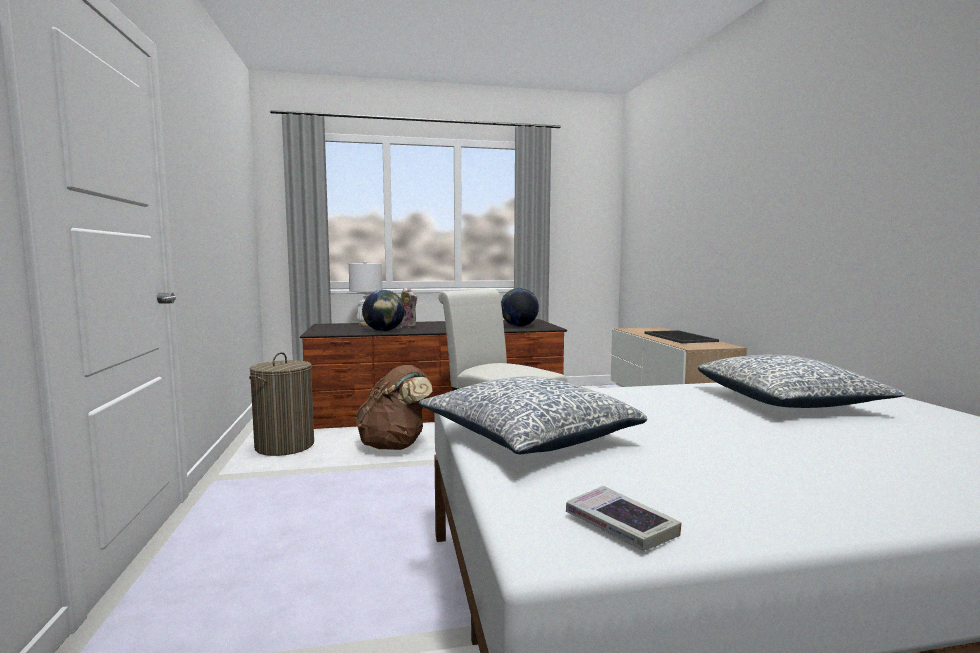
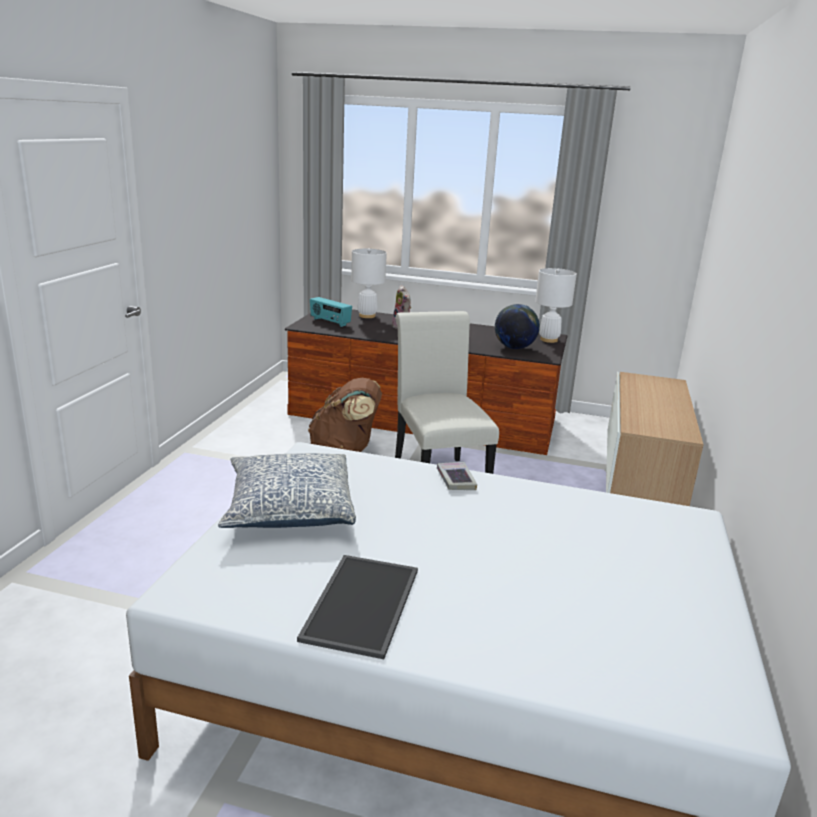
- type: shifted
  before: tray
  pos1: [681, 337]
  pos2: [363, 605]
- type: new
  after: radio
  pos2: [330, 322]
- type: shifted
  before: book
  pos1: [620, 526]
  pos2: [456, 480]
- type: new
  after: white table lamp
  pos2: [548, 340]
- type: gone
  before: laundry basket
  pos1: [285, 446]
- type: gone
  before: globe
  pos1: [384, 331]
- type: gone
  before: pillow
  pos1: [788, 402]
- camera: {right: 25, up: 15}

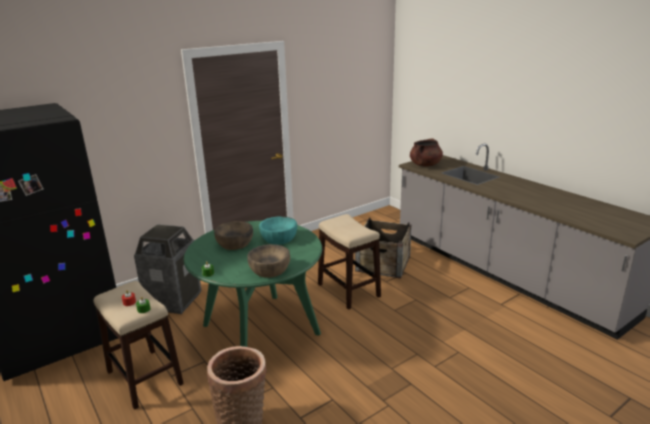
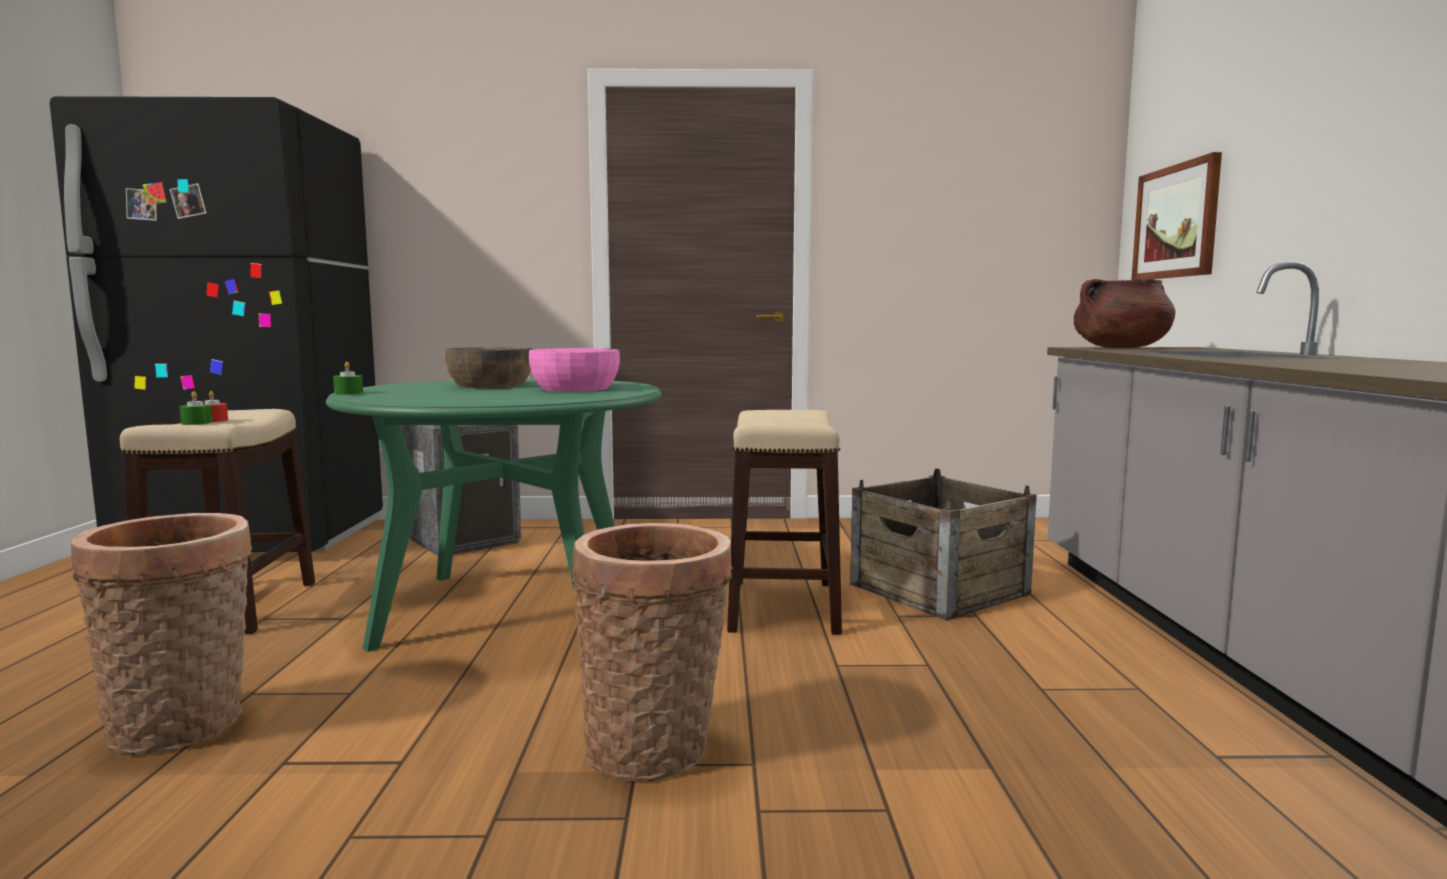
- type: repainted
  before: turquoise bowl
  after: pink bowl
  pos1: [279, 238]
  pos2: [575, 388]
- type: new
  after: basket
  pos2: [655, 748]
- type: new
  after: picture
  pos2: [1176, 222]
- type: gone
  before: brown bowl
  pos1: [269, 269]
- camera: {right: 35, up: -15}

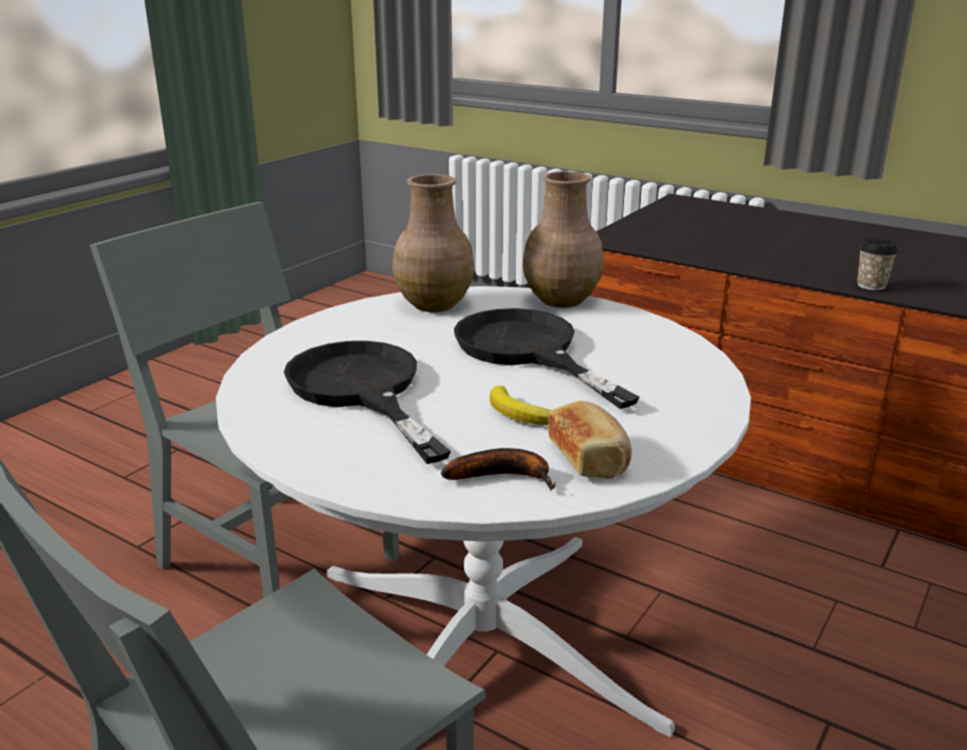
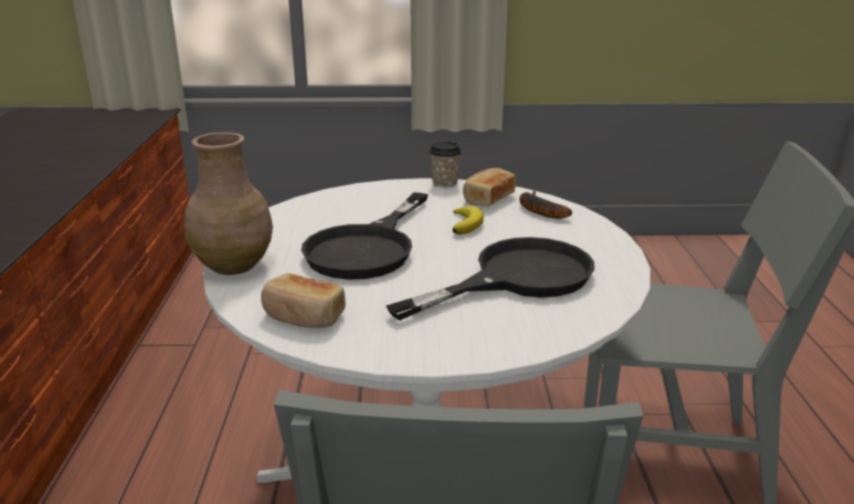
- type: swapped
  before: brown vase
  after: bread
  pos1: [434, 304]
  pos2: [303, 317]
- type: rotated
  before: black frying pan
  pos1: [362, 390]
  pos2: [516, 278]
  turn: -150
- type: shifted
  before: cup
  pos1: [871, 285]
  pos2: [444, 184]
- camera: {right: -125, up: 0}

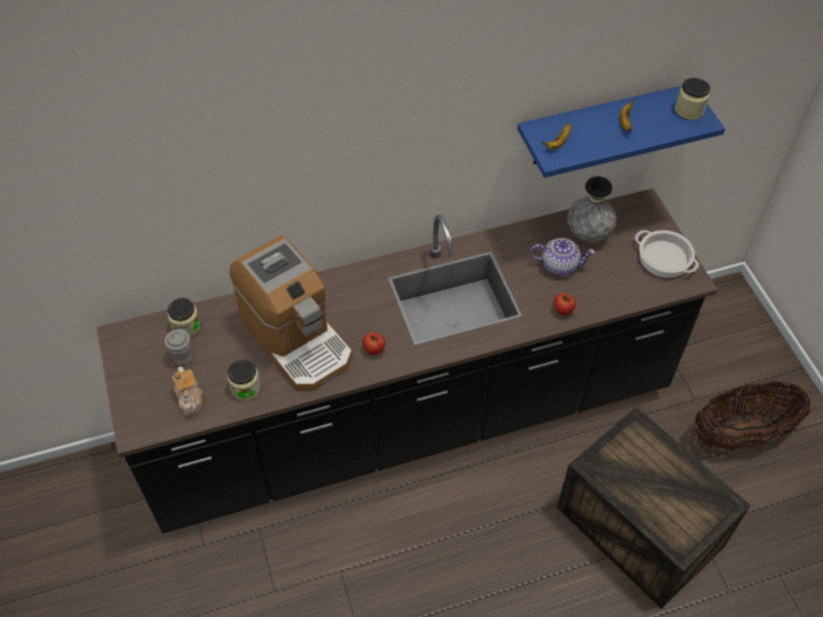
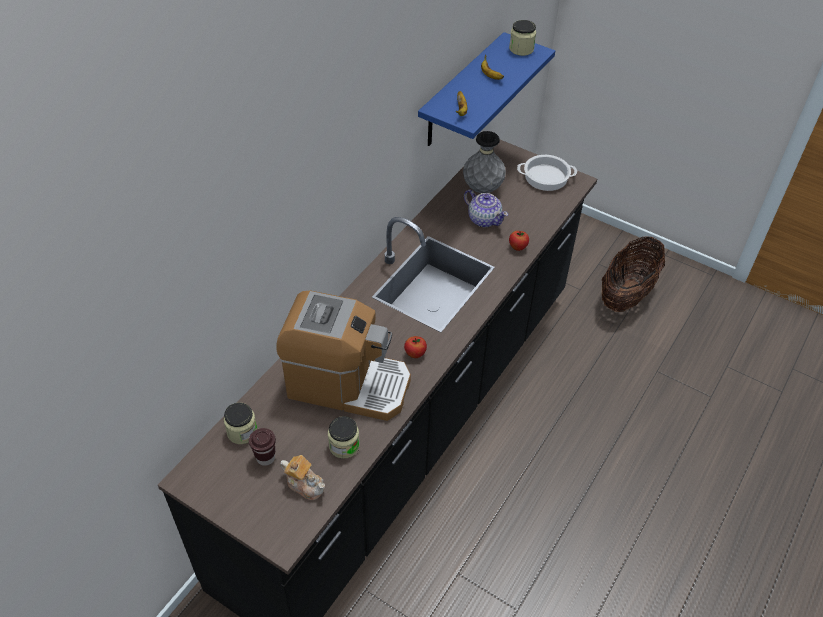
- type: repainted
  before: grey cup
  after: brown cup
  pos1: [183, 358]
  pos2: [265, 458]
- type: rotated
  before: teapot
  pos1: [559, 265]
  pos2: [484, 219]
  turn: 75
- type: gone
  before: crate
  pos1: [641, 528]
- camera: {right: -40, up: -5}

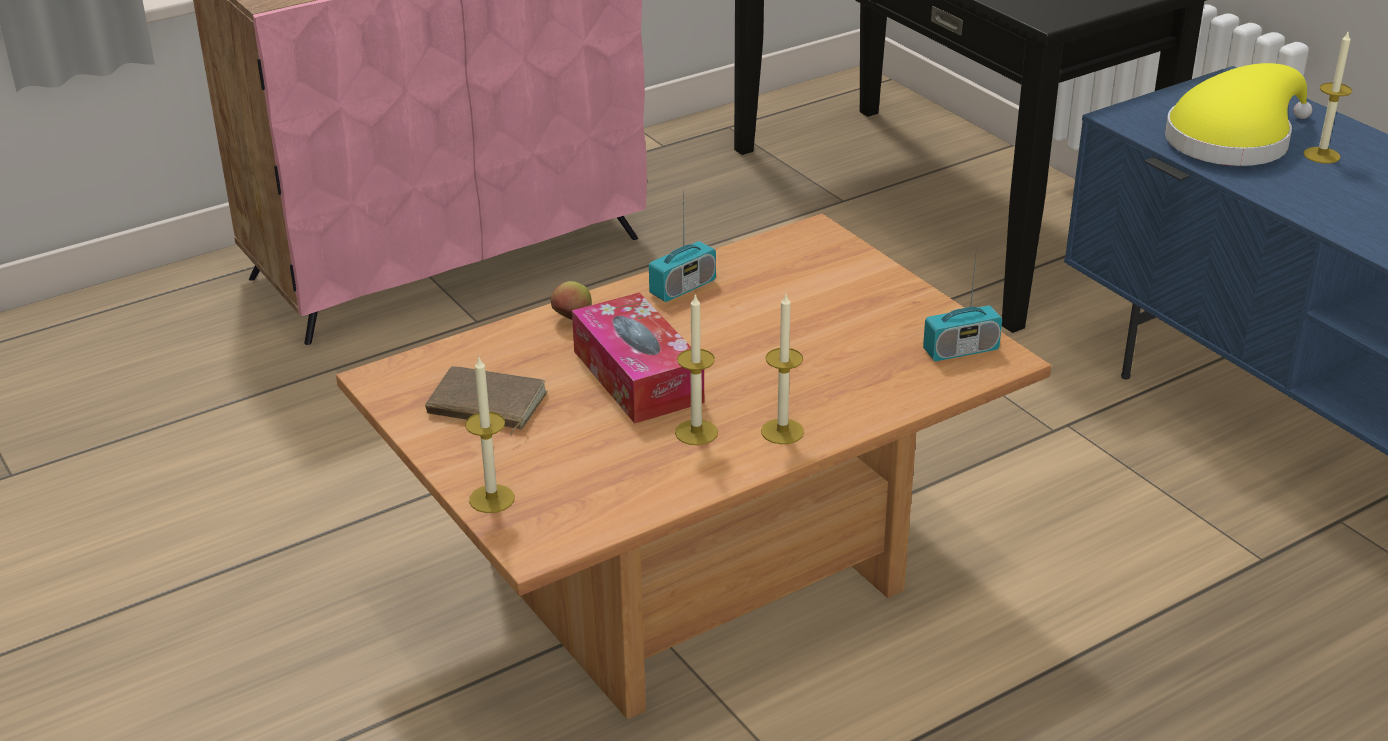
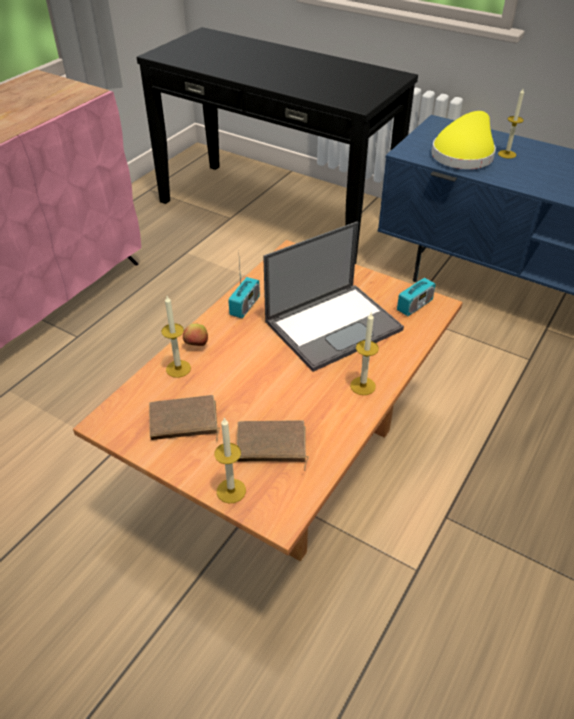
- type: shifted
  before: candle
  pos1: [696, 432]
  pos2: [178, 368]
- type: new
  after: brown book
  pos2: [271, 446]
- type: new
  after: laptop
  pos2: [334, 325]
- type: gone
  before: tissue box
  pos1: [637, 376]
- camera: {right: -25, up: 10}

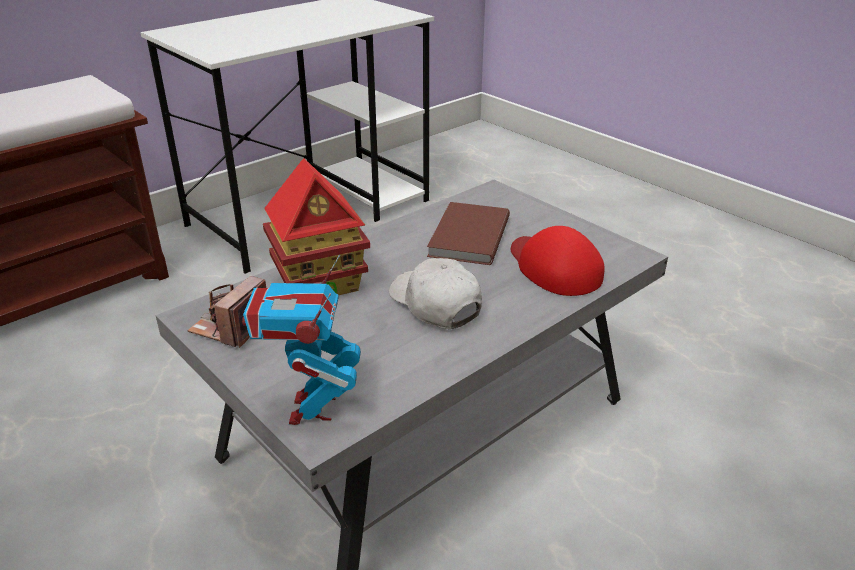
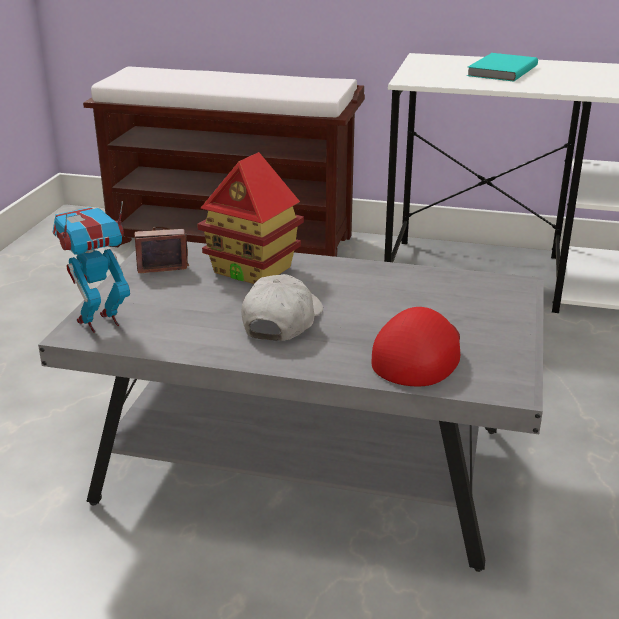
- type: new
  after: turquoise book
  pos2: [500, 71]
- type: gone
  before: brown book
  pos1: [466, 237]
- camera: {right: 55, up: -5}

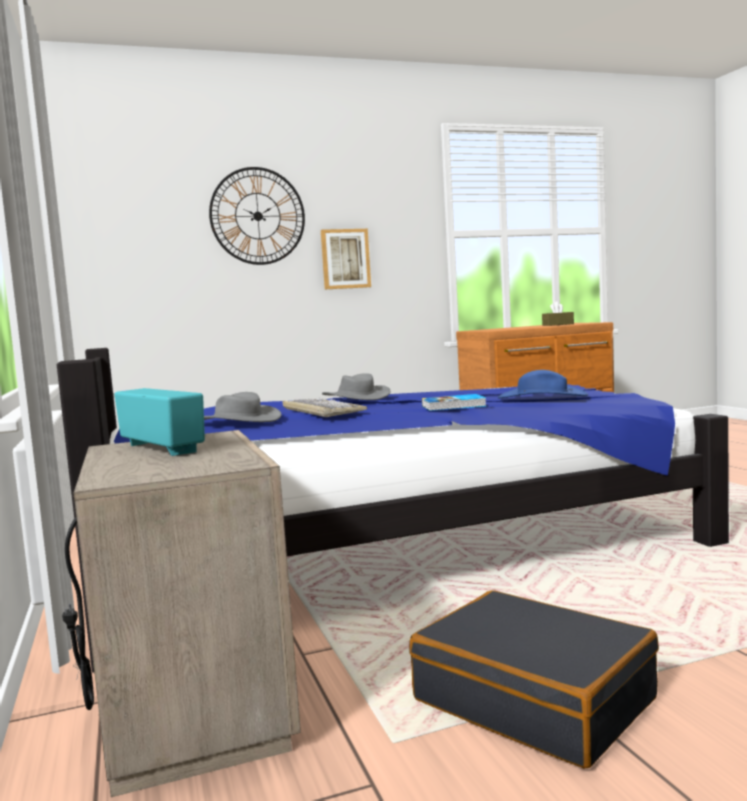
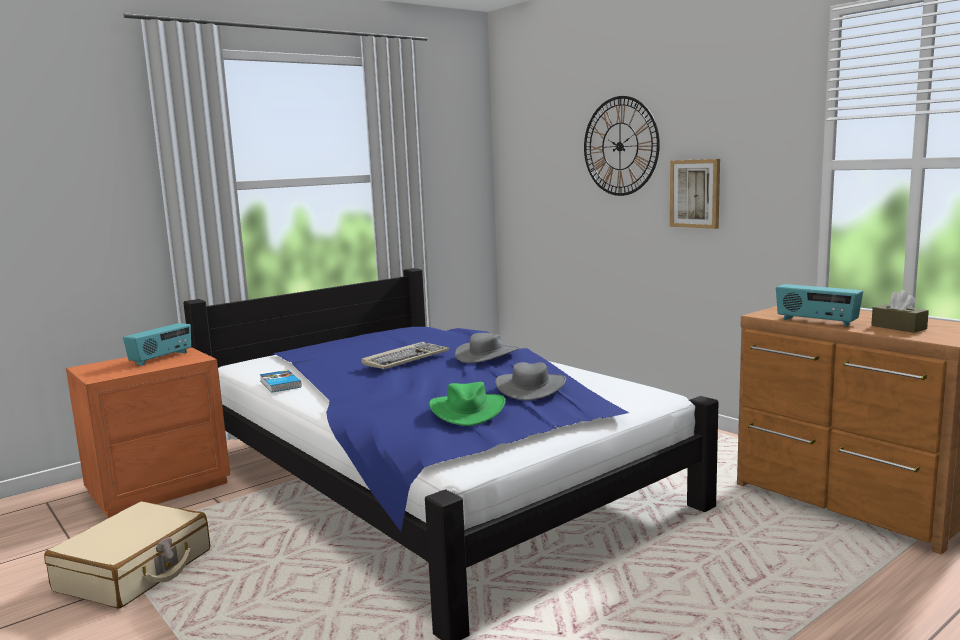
- type: repainted
  before: black suitcase
  after: beige suitcase
  pos1: [534, 699]
  pos2: [135, 571]
- type: repainted
  before: beige nightstand
  after: orange nightstand
  pos1: [192, 708]
  pos2: [158, 487]
- type: shifted
  before: book
  pos1: [454, 406]
  pos2: [279, 384]
- type: repainted
  before: blue hat
  after: green hat
  pos1: [542, 397]
  pos2: [467, 410]
- type: shifted
  before: grey hat
  pos1: [238, 420]
  pos2: [531, 388]
- type: new
  after: radio
  pos2: [816, 322]
- camera: {right: 70, up: 5}

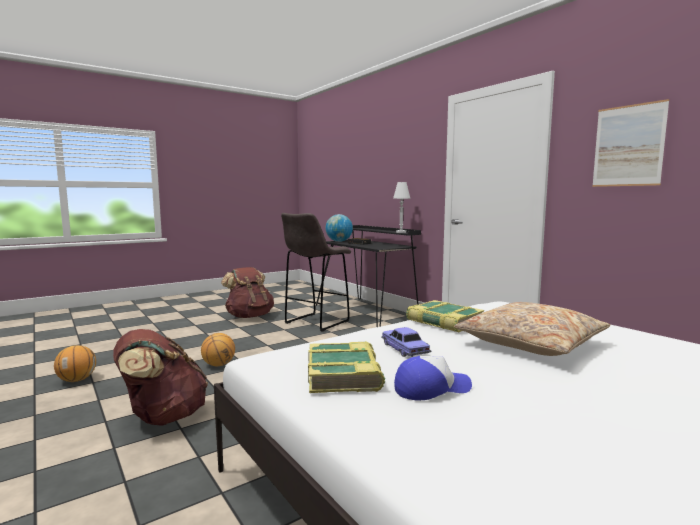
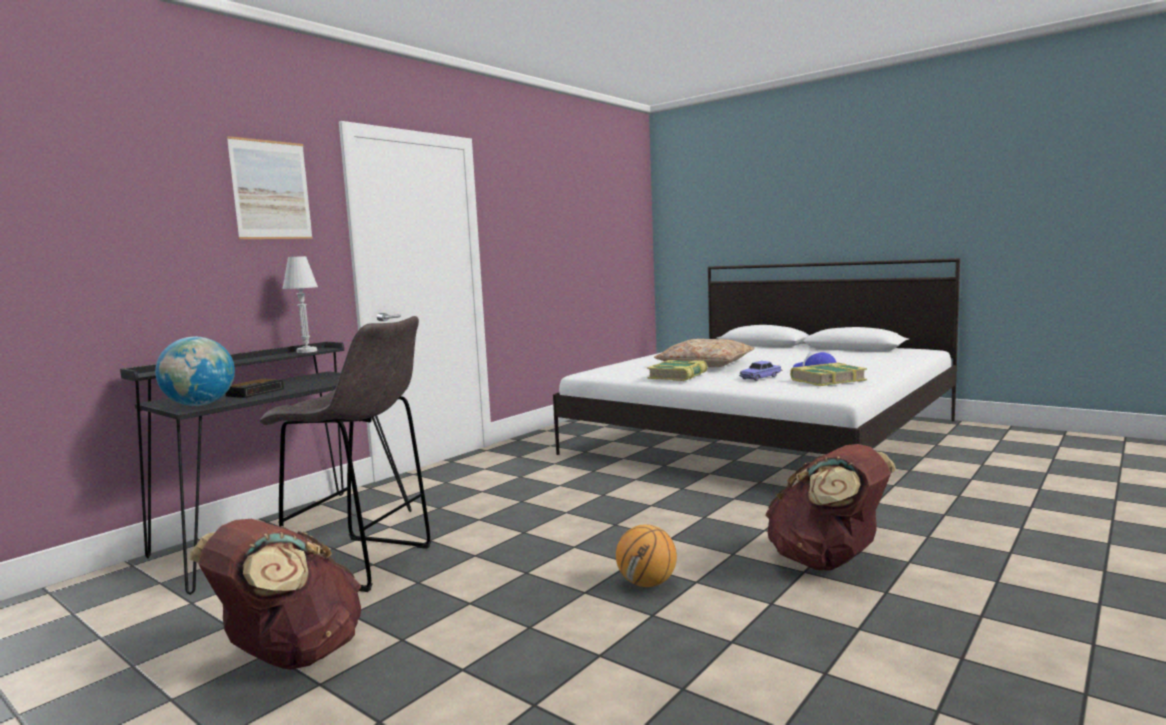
- type: shifted
  before: picture
  pos1: [628, 146]
  pos2: [271, 190]
- type: gone
  before: basketball
  pos1: [77, 380]
- camera: {right: -105, up: 0}

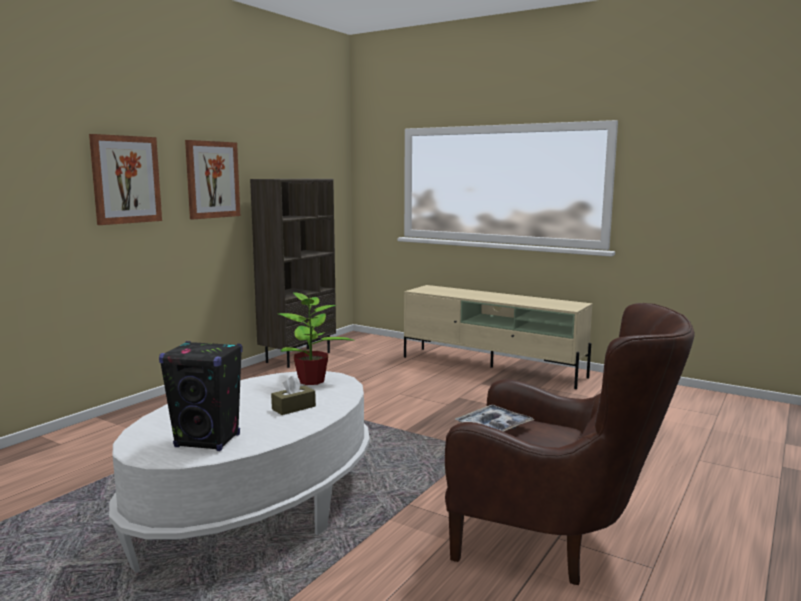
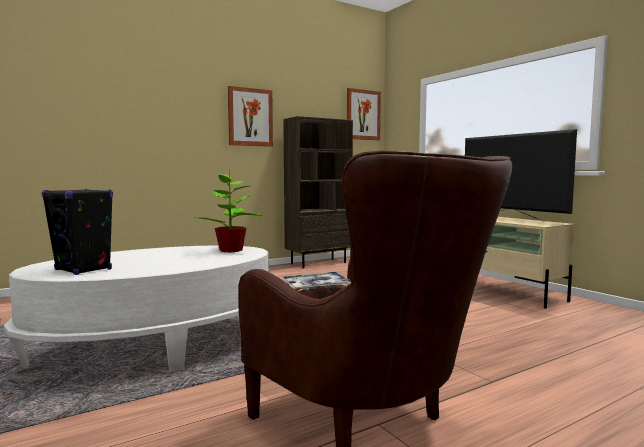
- type: shifted
  before: picture
  pos1: [126, 179]
  pos2: [363, 115]
- type: new
  after: television
  pos2: [511, 218]
- type: gone
  before: brown tissue box
  pos1: [293, 408]
- camera: {right: 25, up: -5}

